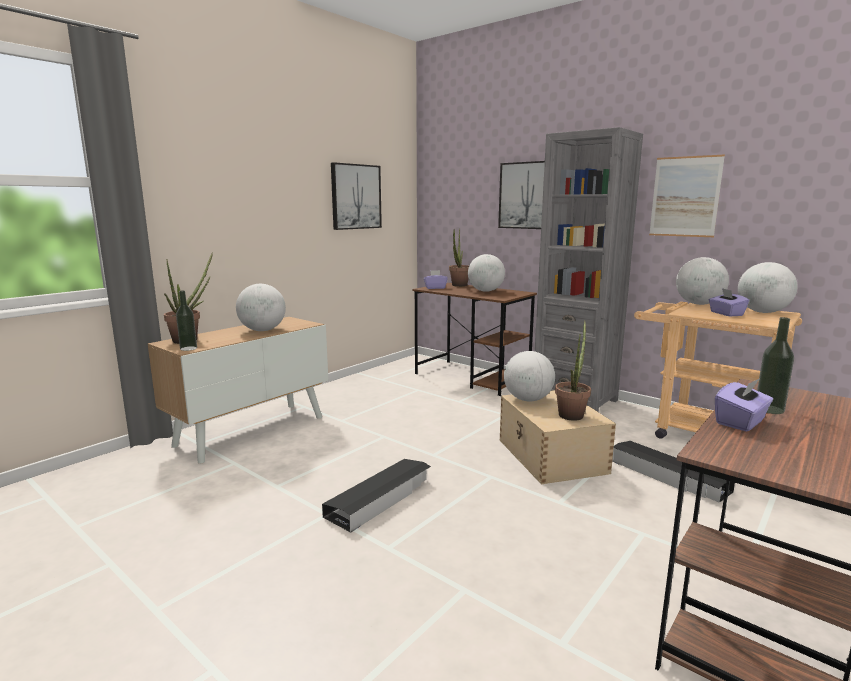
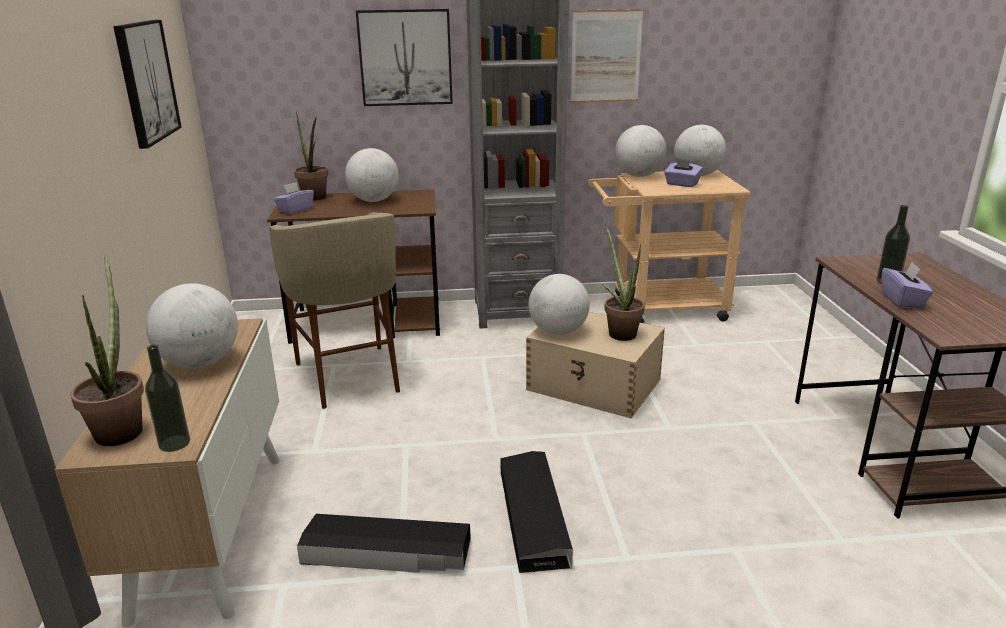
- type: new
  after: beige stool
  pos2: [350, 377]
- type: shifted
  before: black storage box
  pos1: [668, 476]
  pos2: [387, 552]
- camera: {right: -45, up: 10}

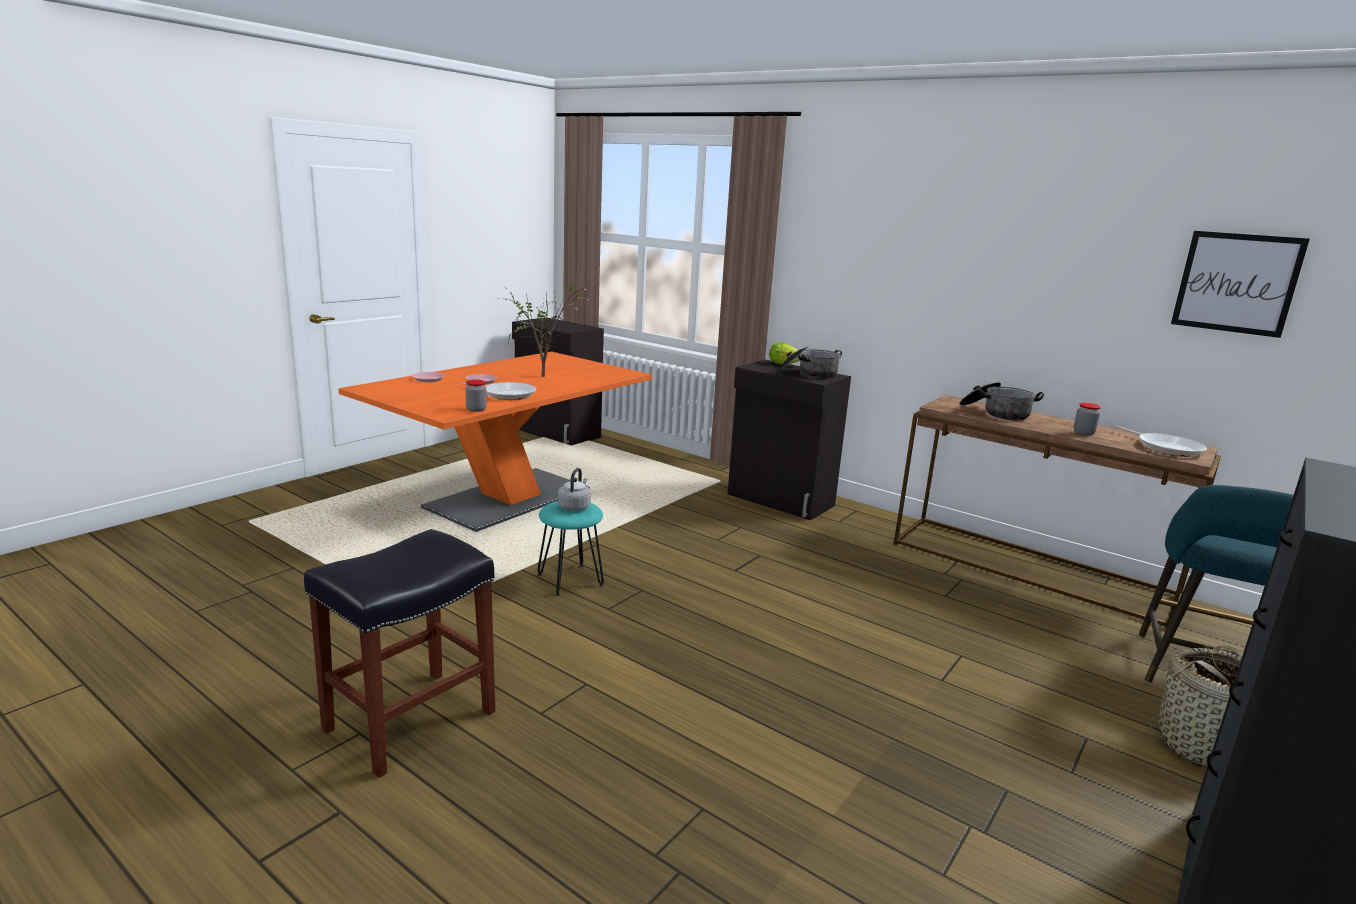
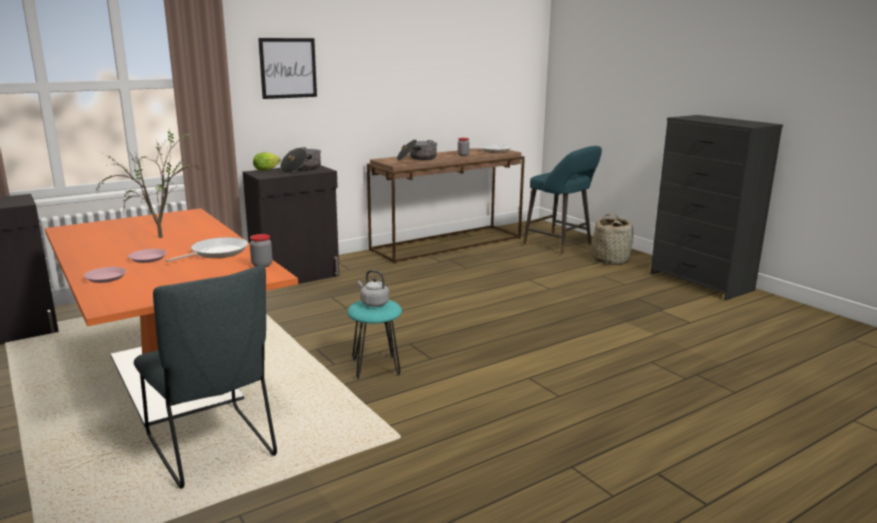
- type: new
  after: grey chair
  pos2: [213, 449]
- type: shifted
  before: picture
  pos1: [1236, 283]
  pos2: [288, 68]
- type: gone
  before: black stool
  pos1: [409, 722]
- camera: {right: -70, up: 0}

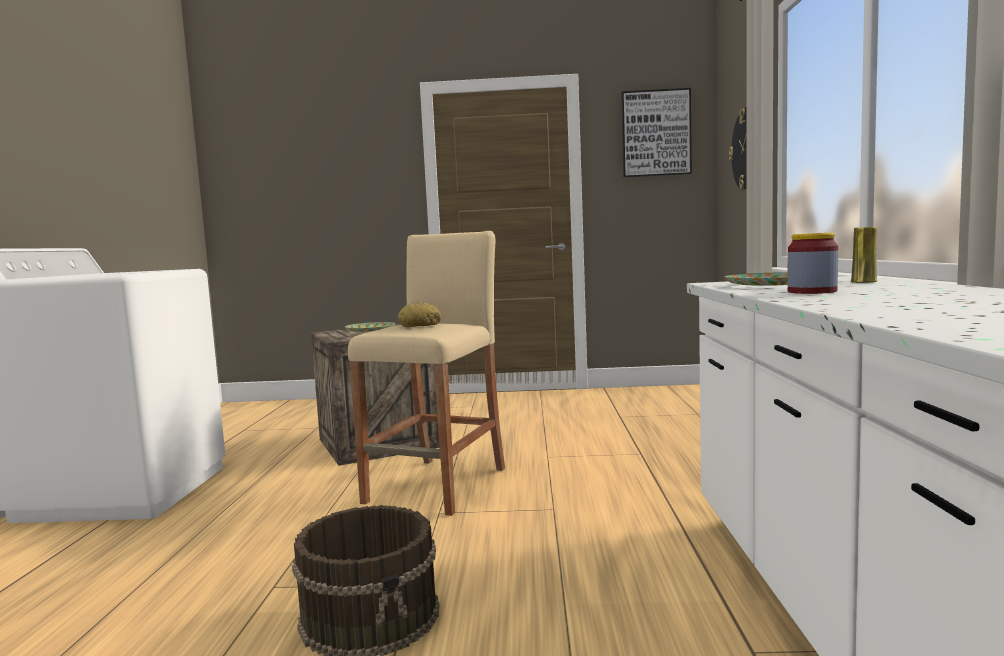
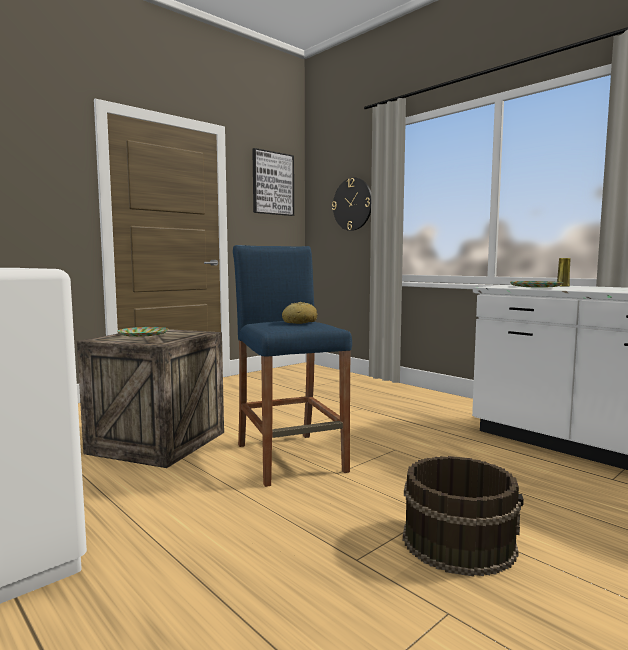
- type: repainted
  before: beige stool
  after: blue stool
  pos1: [437, 485]
  pos2: [290, 458]
- type: gone
  before: jar
  pos1: [812, 291]
- camera: {right: -45, up: 0}

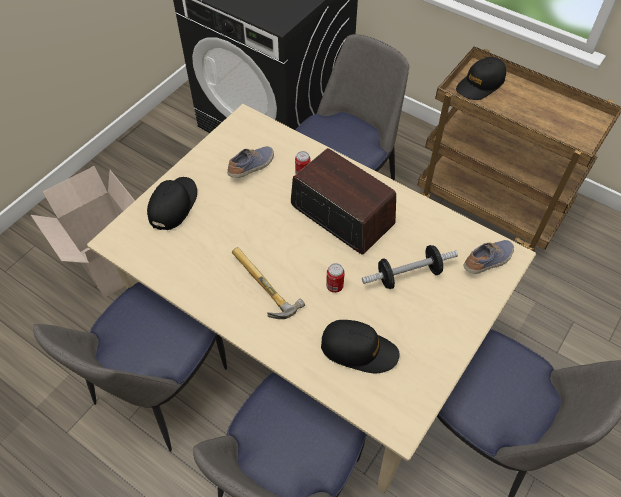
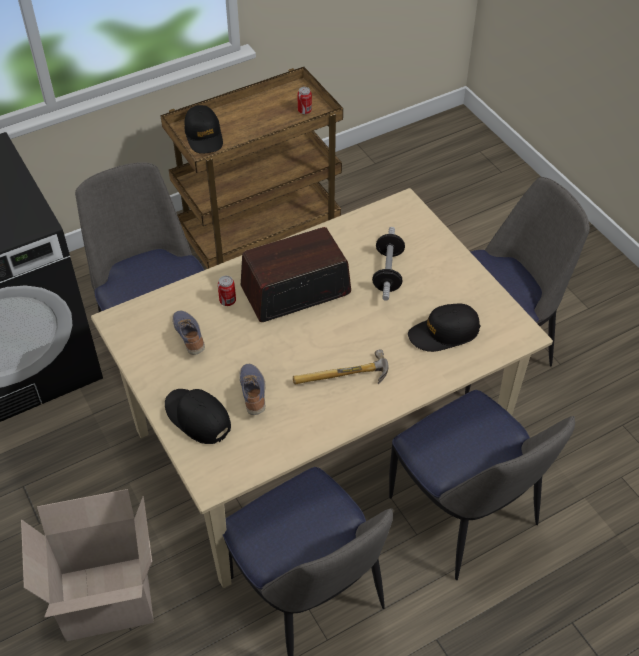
- type: shifted
  before: shoe
  pos1: [488, 261]
  pos2: [253, 393]
- type: shifted
  before: can
  pos1: [334, 286]
  pos2: [304, 111]
- type: rotated
  before: black cap
  pos1: [358, 349]
  pos2: [443, 333]
  turn: -150
- camera: {right: -65, up: -5}

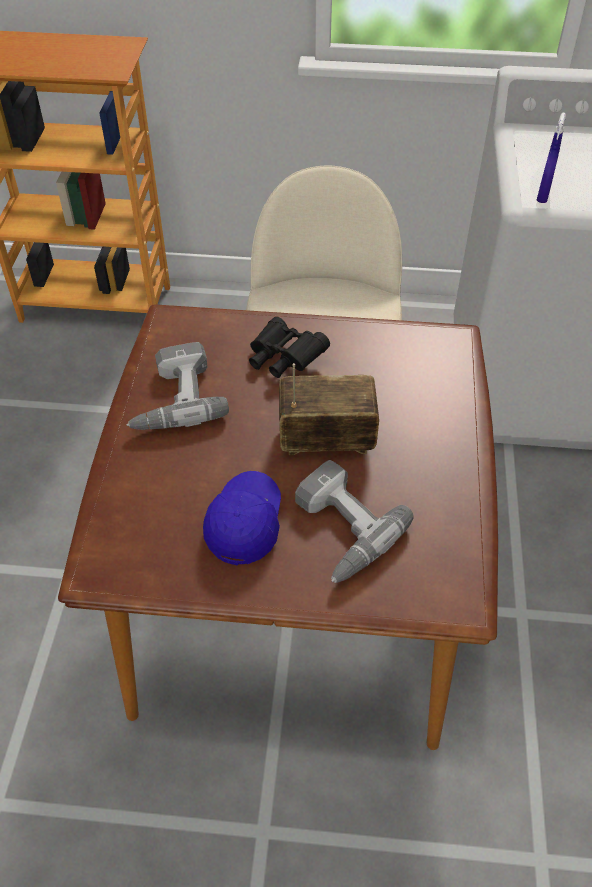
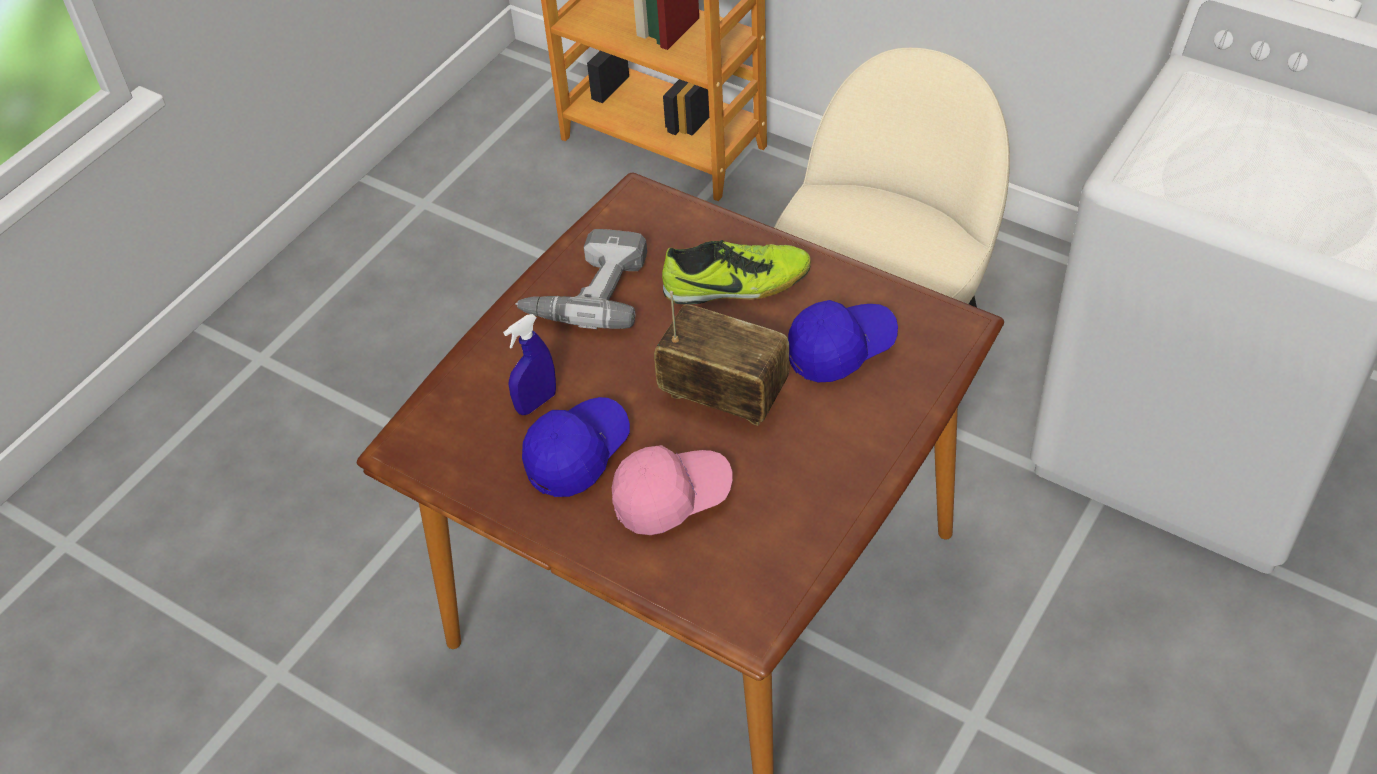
- type: shifted
  before: blue spray bottle
  pos1: [543, 196]
  pos2: [536, 402]
- type: swapped
  before: power drill
  after: pink cap
  pos1: [338, 530]
  pos2: [671, 498]
- type: swapped
  before: black binoculars
  after: shoe
  pos1: [284, 359]
  pos2: [736, 285]
- type: new
  after: blue cap
  pos2: [840, 349]
- camera: {right: 30, up: 0}

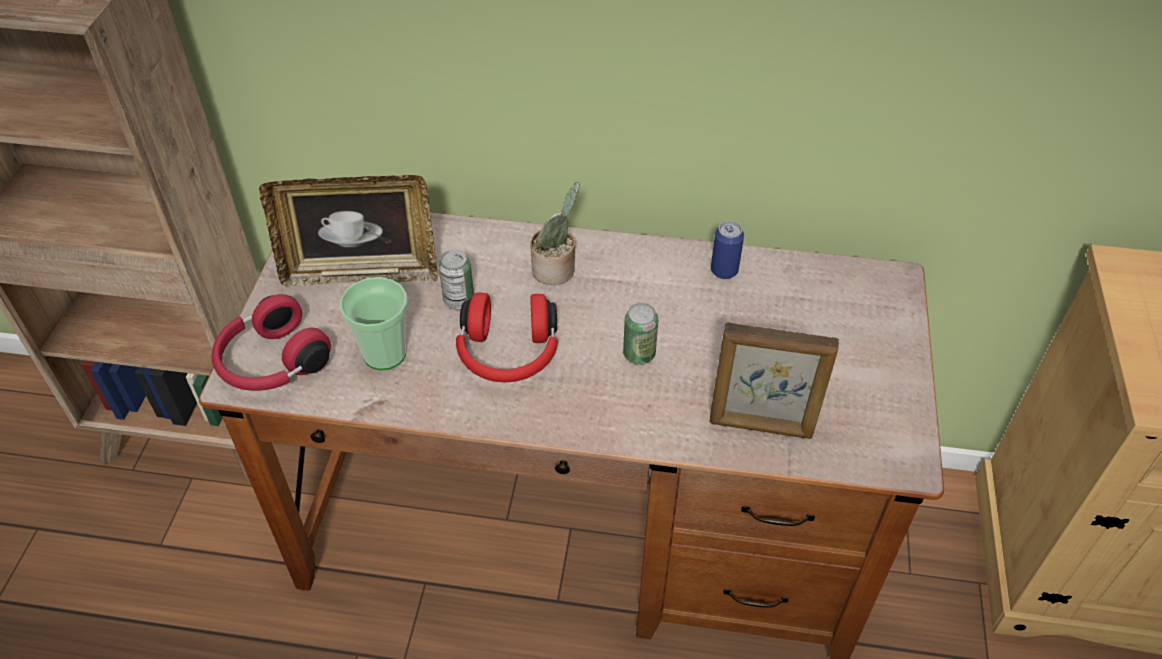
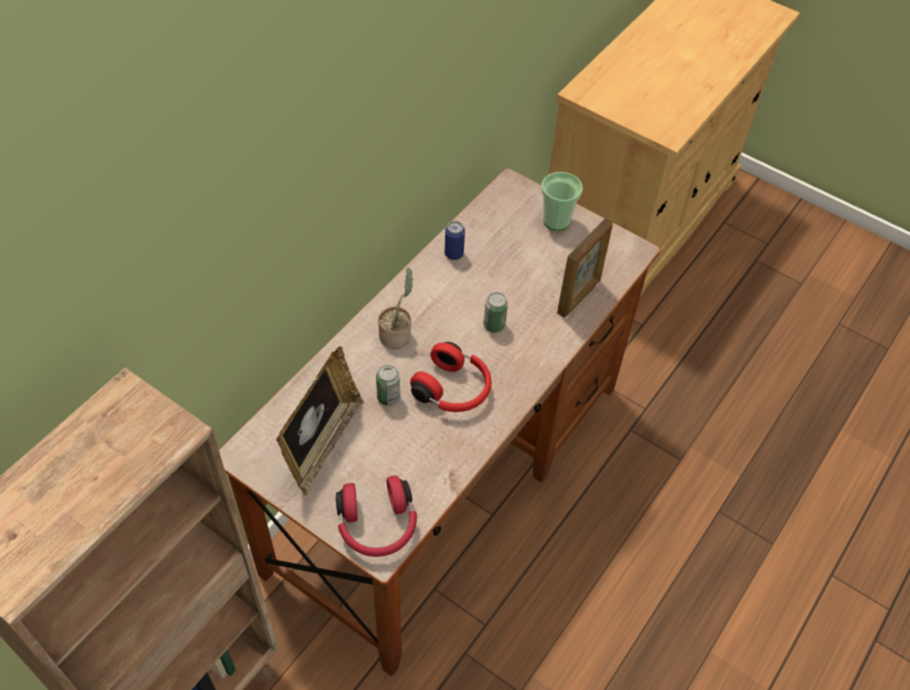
- type: shifted
  before: cup
  pos1: [384, 354]
  pos2: [556, 220]
- camera: {right: -65, up: 5}

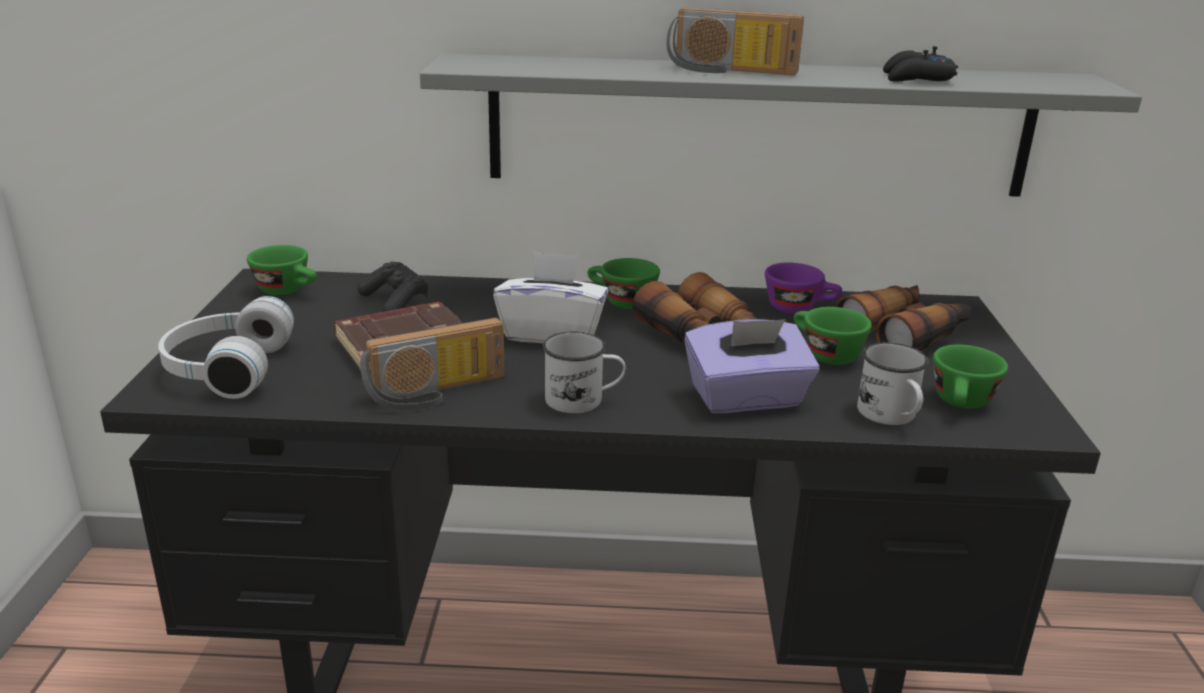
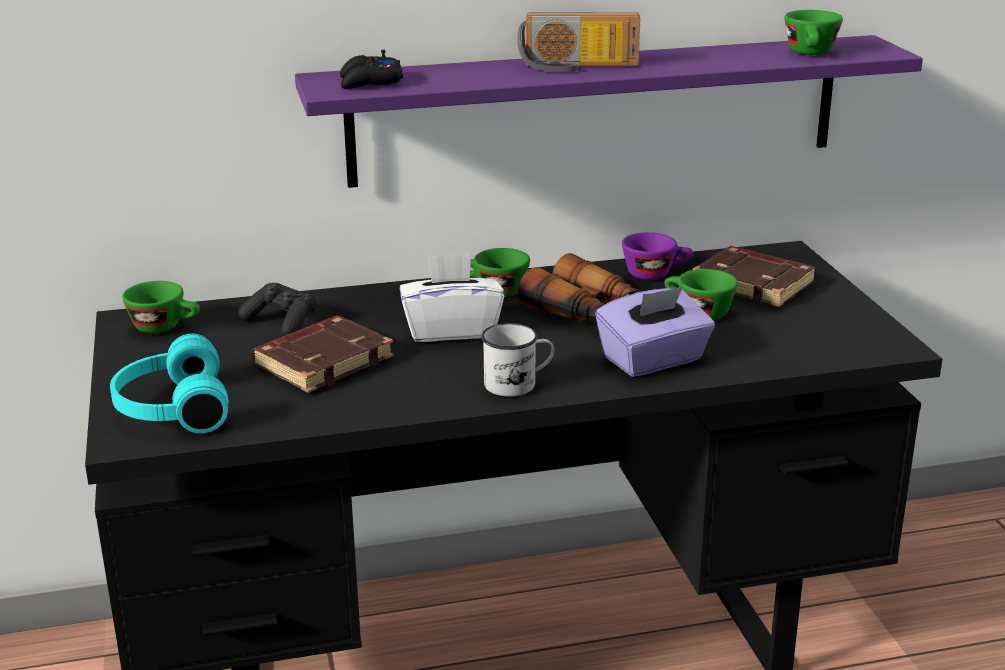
- type: repainted
  before: white headphones
  after: turquoise headphones
  pos1: [225, 369]
  pos2: [170, 409]
- type: repainted
  before: grey shelf
  after: purple shelf
  pos1: [758, 126]
  pos2: [596, 110]
- type: shifted
  before: black game controller
  pos1: [916, 78]
  pos2: [370, 82]
- type: swapped
  before: binoculars
  after: brown book
  pos1: [904, 334]
  pos2: [755, 284]
- type: shifted
  before: green cup
  pos1: [962, 404]
  pos2: [811, 54]
- type: gone
  before: radio
  pos1: [438, 393]
- type: gone
  before: white mug
  pos1: [891, 416]
- camera: {right: -15, up: 0}

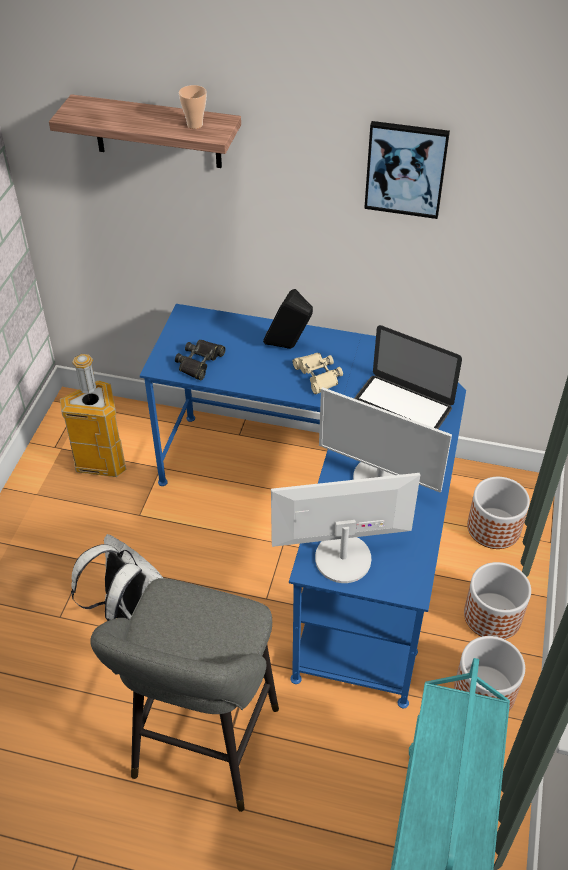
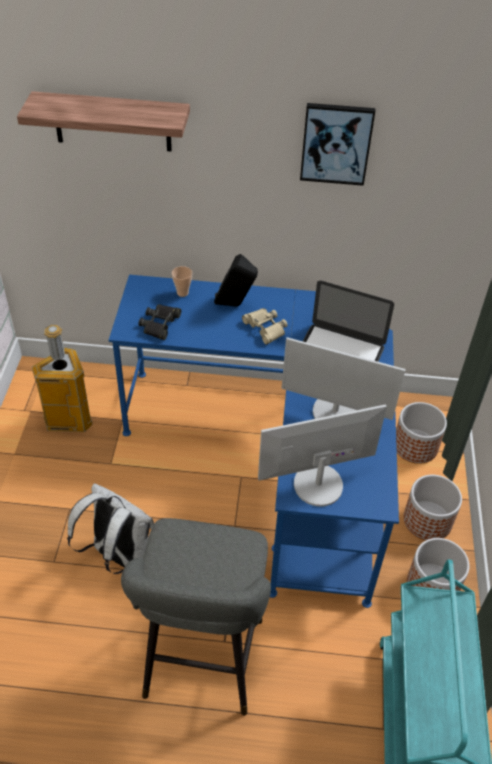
- type: shifted
  before: cup
  pos1: [195, 125]
  pos2: [182, 293]
- camera: {right: -10, up: 0}

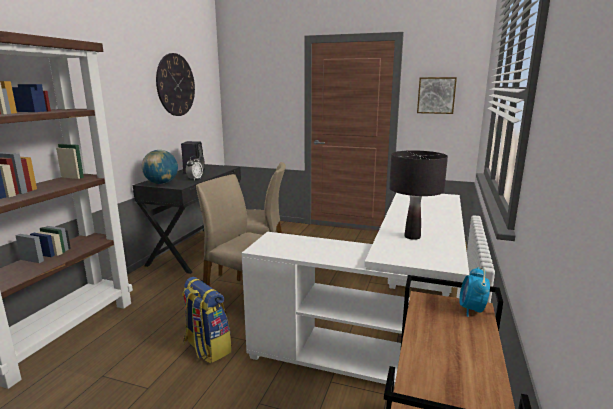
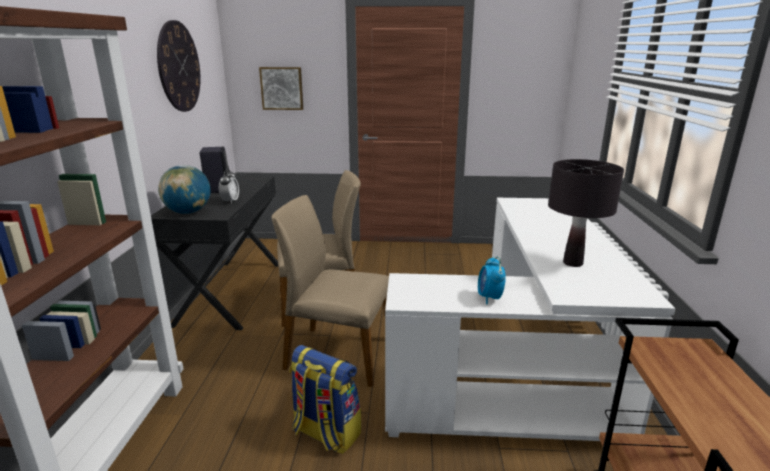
- type: shifted
  before: picture
  pos1: [436, 95]
  pos2: [282, 88]
- type: shifted
  before: alarm clock
  pos1: [471, 310]
  pos2: [489, 298]
- camera: {right: -15, up: 5}

